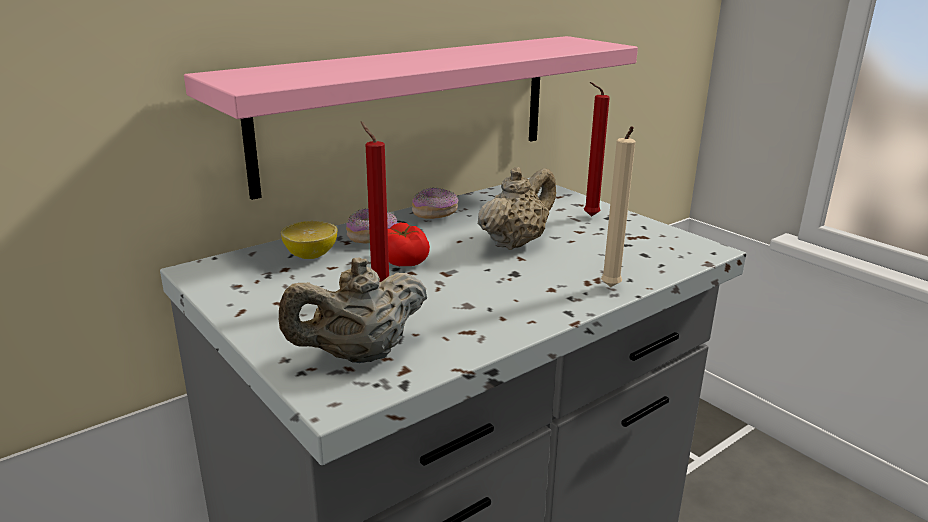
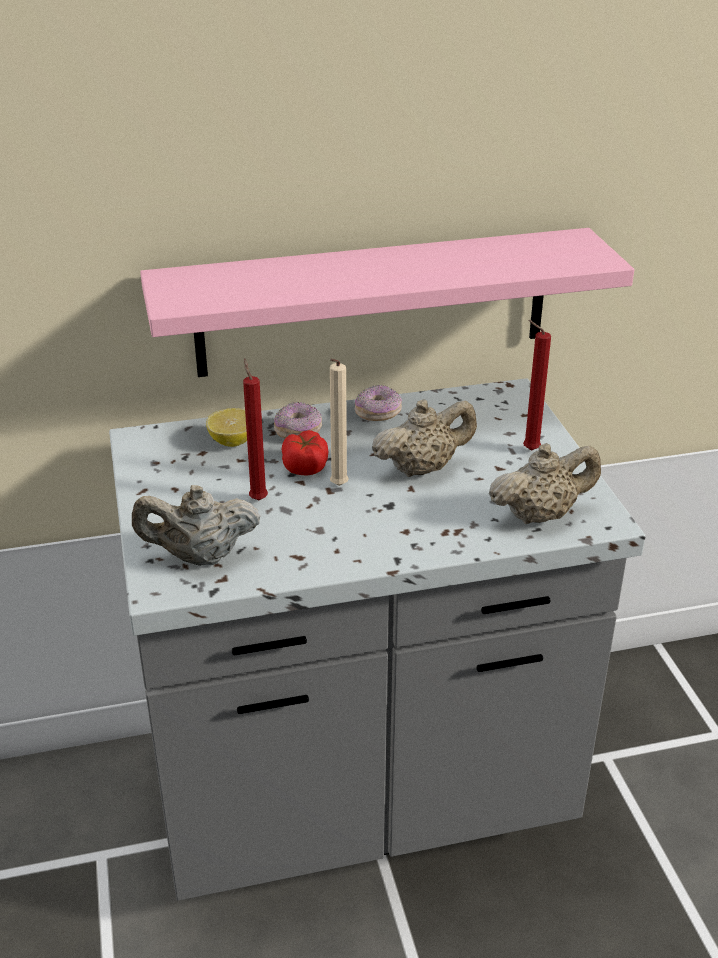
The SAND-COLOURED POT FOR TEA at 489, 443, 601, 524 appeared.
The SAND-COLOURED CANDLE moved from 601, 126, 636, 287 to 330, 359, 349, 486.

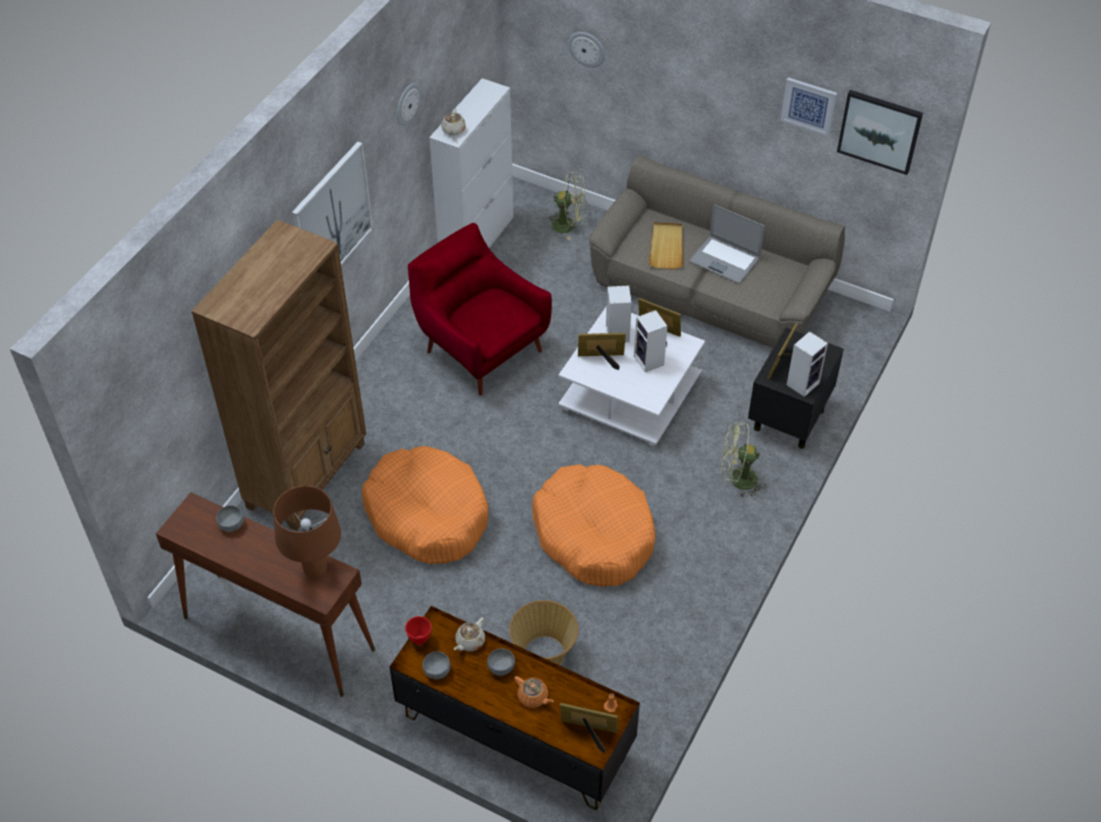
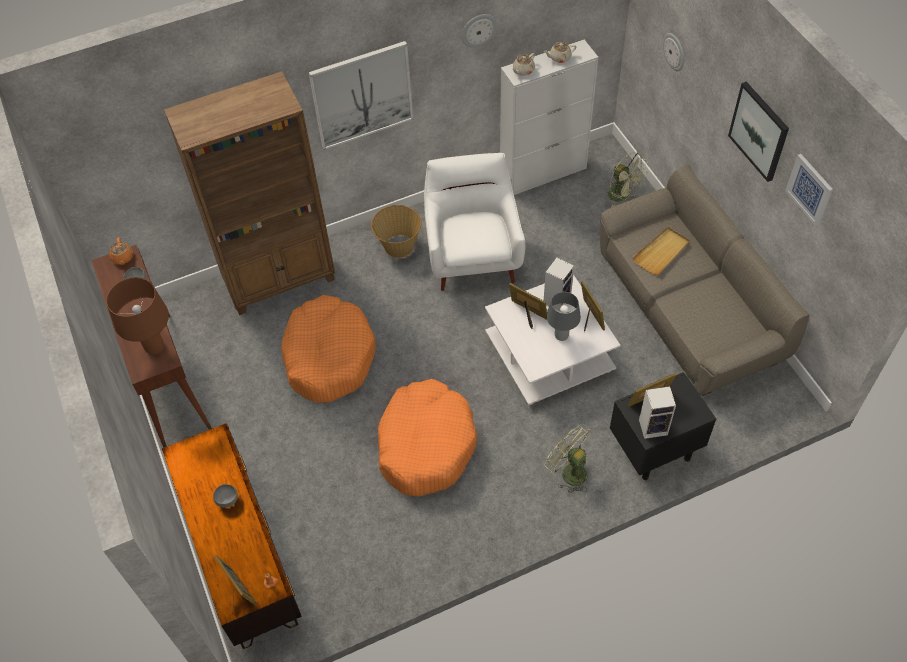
The REDDISH SERVING BOWL at 405, 616, 431, 645 disappeared.
The GREYISH SERVING BOWL at 422, 651, 450, 679 disappeared.
The NOTEBOOK COMPUTER at 690, 205, 765, 283 disappeared.
The SAND-COLOURED POT FOR TEA moved from 454, 617, 485, 651 to 543, 42, 576, 63.
The HOUSEHOLD BASKET moved from 509, 600, 578, 665 to 371, 205, 421, 258.
The ORANGE POT FOR TEA moved from 514, 676, 554, 708 to 109, 237, 133, 265.
The WALL ART moved from 837, 90, 923, 175 to 728, 81, 789, 182.
The AUDIO SPEAKER at 634, 310, 668, 372 was replaced by the GREYISH LAMP FOR A TABLE at 546, 292, 581, 341.
The REDDISH ARMCHAIR at 408, 223, 552, 395 became the WHITE ARMCHAIR at 424, 153, 525, 291.

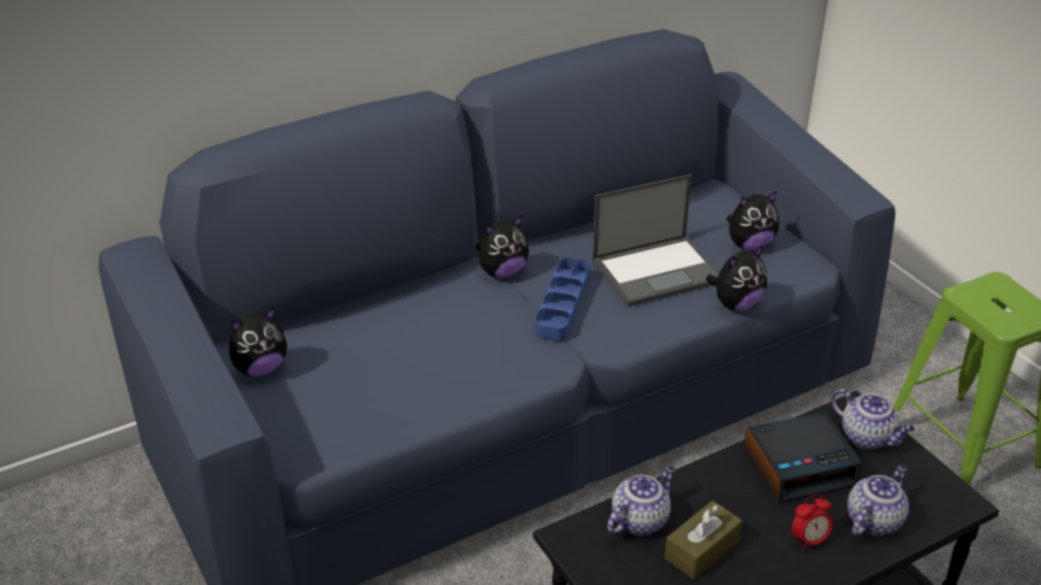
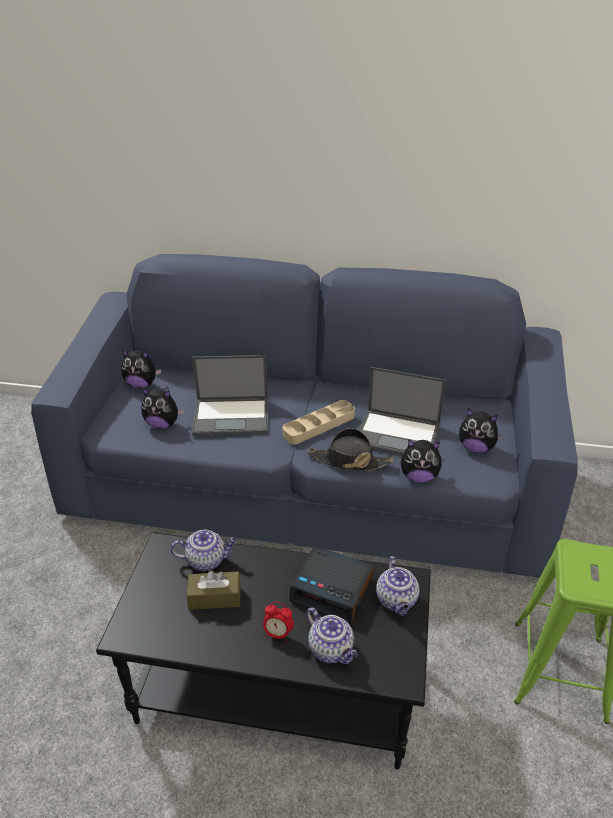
The NOTEBOOK COMPUTER at 192, 355, 268, 435 appeared.
The BLACK-COLOURED CLOTHING HAT at 308, 428, 394, 471 appeared.
The SOFT TOY moved from 475, 215, 529, 278 to 141, 388, 184, 429.
The BLUE TRAY at 535, 257, 590, 341 became the SAND-COLOURED TRAY at 282, 400, 355, 445.
The POT FOR TEA at 847, 465, 909, 536 turned 60 degrees clockwise.

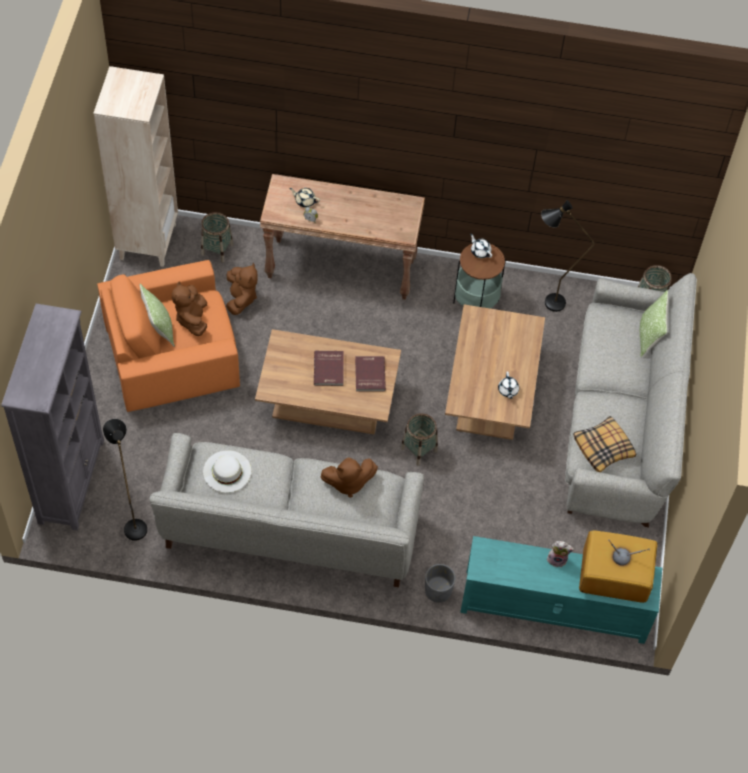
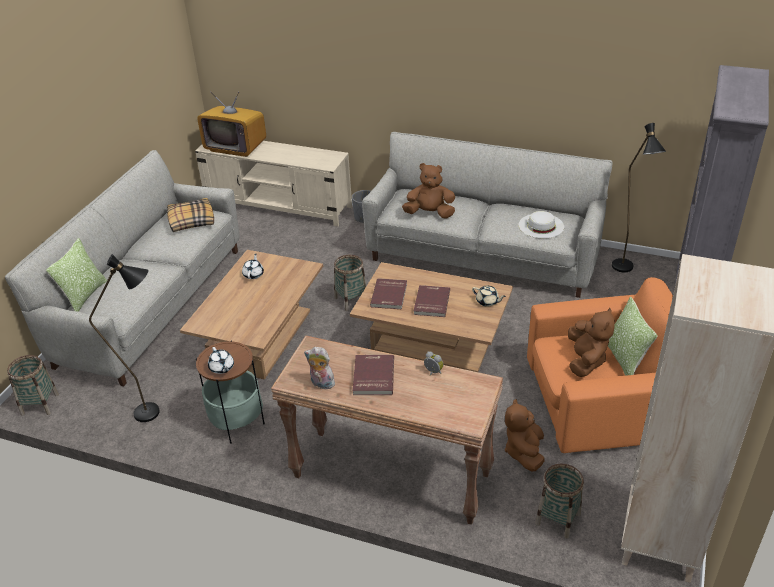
The REDDISH BOUND BOOK at 353, 355, 394, 395 appeared.
The SAND-COLOURED POT FOR TEA moved from 289, 188, 320, 207 to 472, 286, 506, 307.
The SOFT TOY moved from 547, 541, 574, 567 to 304, 347, 335, 389.
The TURQUOISE MEDIA CONSOLE at 460, 536, 662, 644 became the SAND-COLOURED MEDIA CONSOLE at 195, 141, 352, 227.

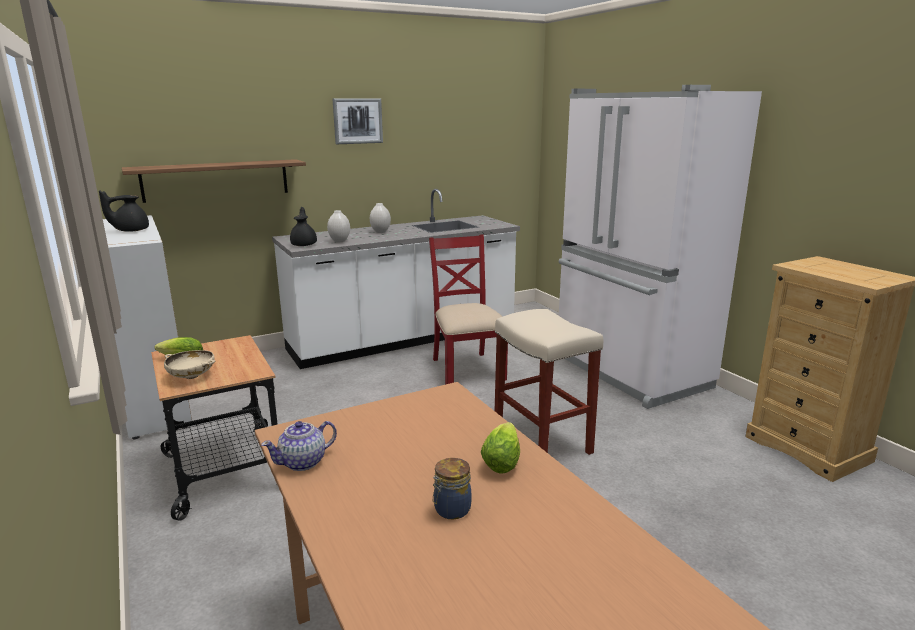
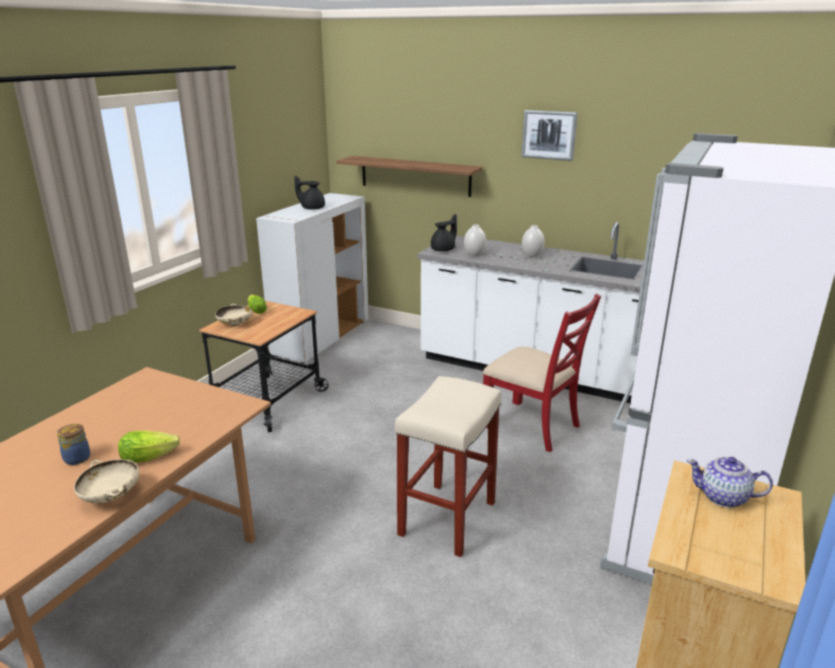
The SAND-COLOURED SERVING BOWL at 74, 459, 139, 503 appeared.
The POT FOR TEA moved from 261, 421, 337, 471 to 687, 457, 773, 508.
The REDDISH CHAIR at 429, 234, 508, 385 turned 90 degrees clockwise.

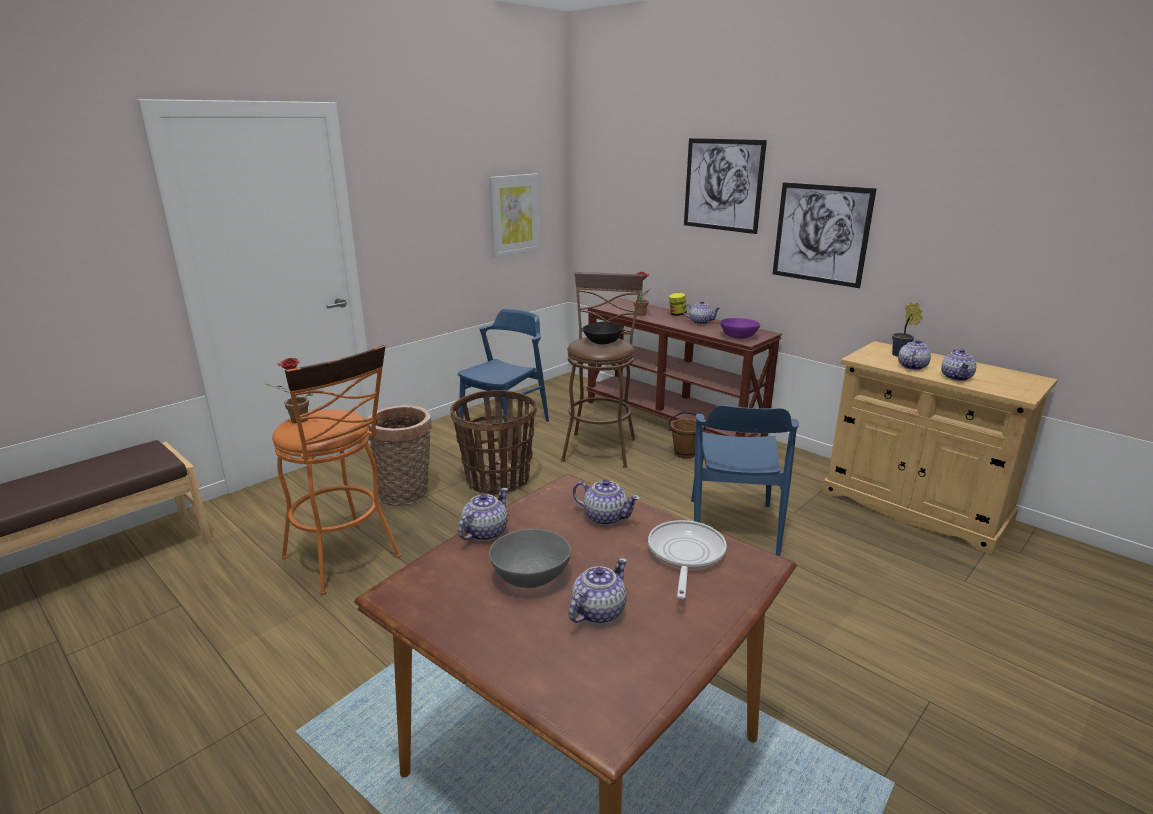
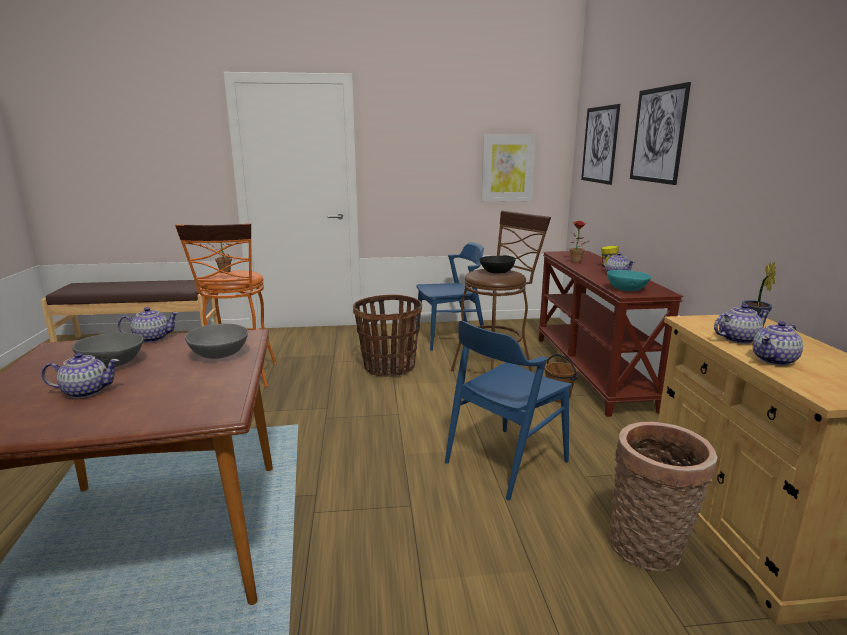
The FRYING PAN at 648, 520, 727, 599 disappeared.
The HOUSEHOLD BASKET moved from 367, 405, 432, 506 to 610, 422, 717, 571.
The WALL ART moved from 773, 182, 876, 288 to 581, 104, 620, 185.
The POT FOR TEA at 573, 480, 640, 525 was replaced by the GREYISH SERVING BOWL at 185, 324, 248, 359.
The PURPLE SERVING BOWL at 720, 318, 760, 339 became the TURQUOISE SERVING BOWL at 607, 270, 651, 291.

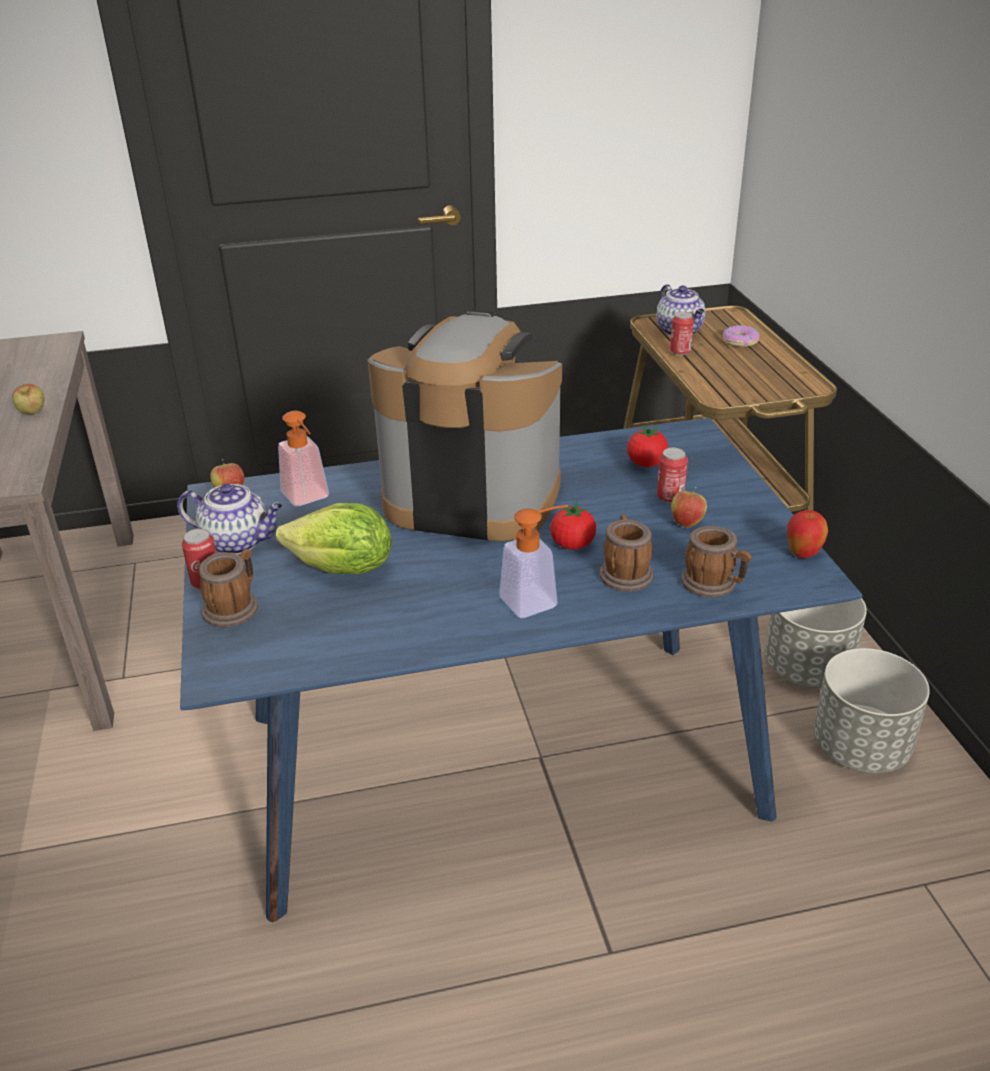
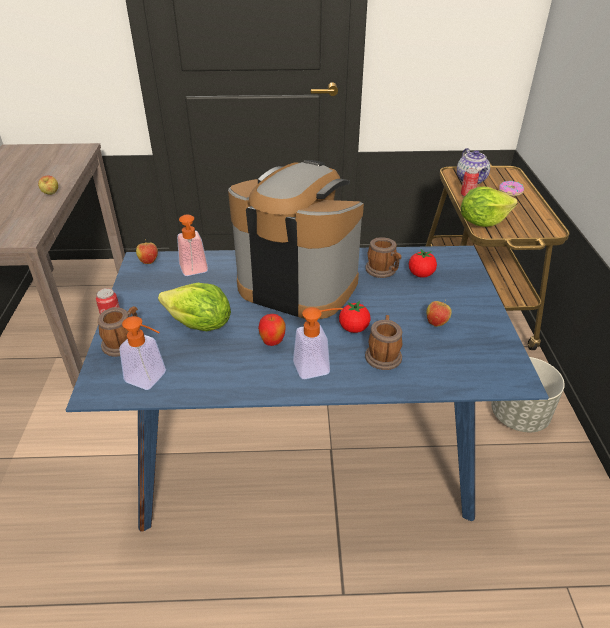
The POT FOR TEA at 177, 483, 283, 554 disappeared.
The CAN at 657, 447, 688, 503 disappeared.
The GREYISH PLANT POT at 813, 648, 930, 773 disappeared.
The SOAP DISPENSER at 119, 316, 166, 390 appeared.
The LETTUCE at 461, 187, 518, 227 appeared.
The COFFEE MUG moved from 681, 526, 751, 598 to 365, 237, 401, 278.
The APPLE moved from 787, 510, 828, 558 to 258, 314, 286, 346.

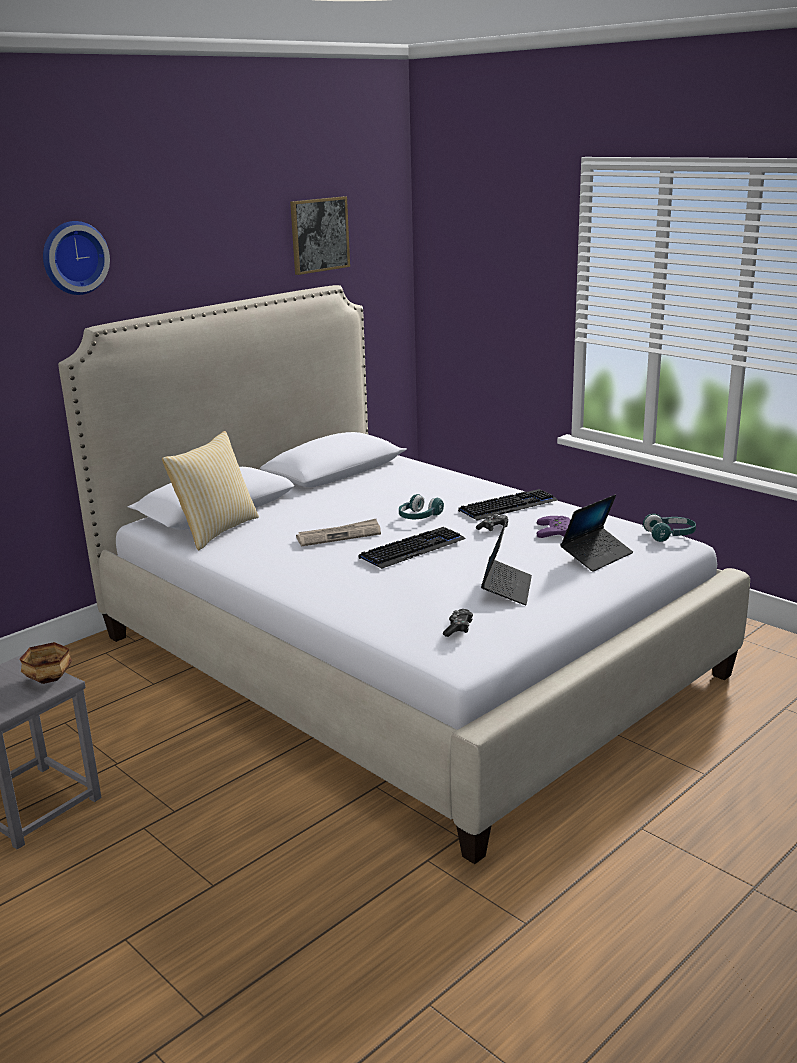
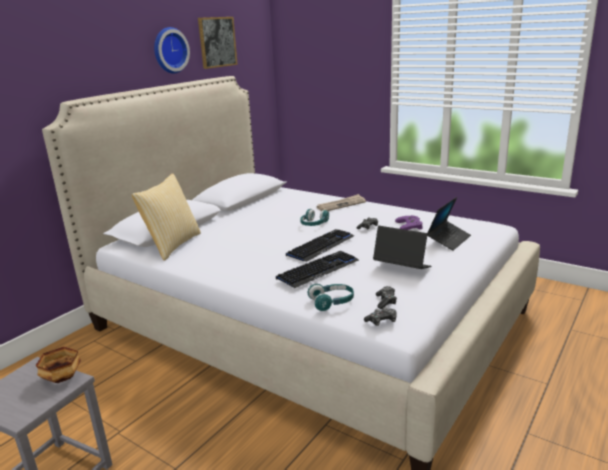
The GAME CONTROLLER at 364, 307, 397, 326 appeared.
The CLOCK ON THE WALL moved from 43, 221, 110, 295 to 154, 27, 190, 74.
The DAILY PAPER moved from 296, 519, 381, 546 to 317, 194, 366, 211.
The COMPUTER KEYBOARD moved from 458, 489, 558, 521 to 276, 251, 359, 288.
The TURQUOISE HEADPHONES moved from 643, 514, 696, 542 to 308, 284, 354, 311.
The NOTEBOOK COMPUTER at 481, 521, 532, 605 turned 60 degrees counterclockwise.

